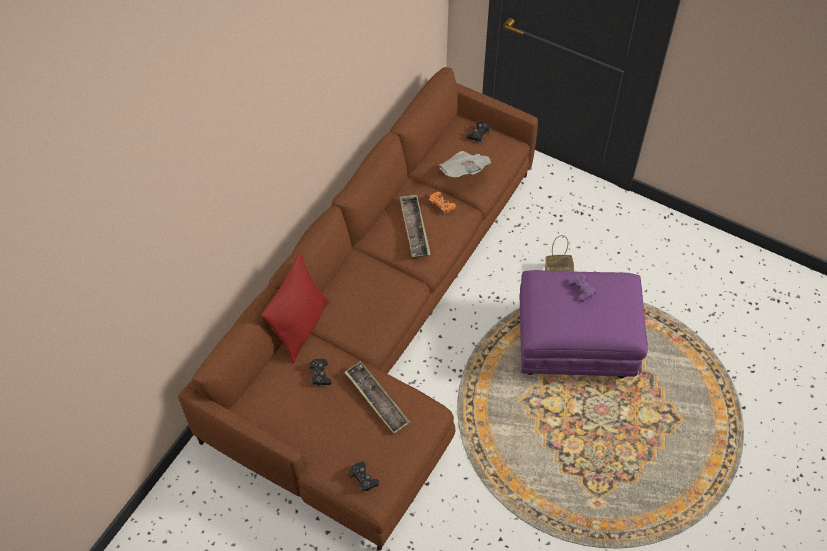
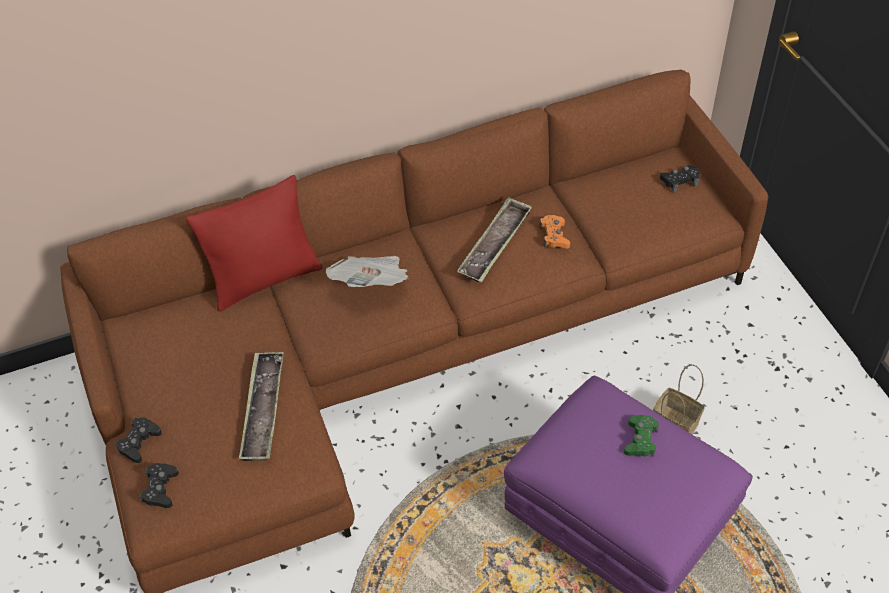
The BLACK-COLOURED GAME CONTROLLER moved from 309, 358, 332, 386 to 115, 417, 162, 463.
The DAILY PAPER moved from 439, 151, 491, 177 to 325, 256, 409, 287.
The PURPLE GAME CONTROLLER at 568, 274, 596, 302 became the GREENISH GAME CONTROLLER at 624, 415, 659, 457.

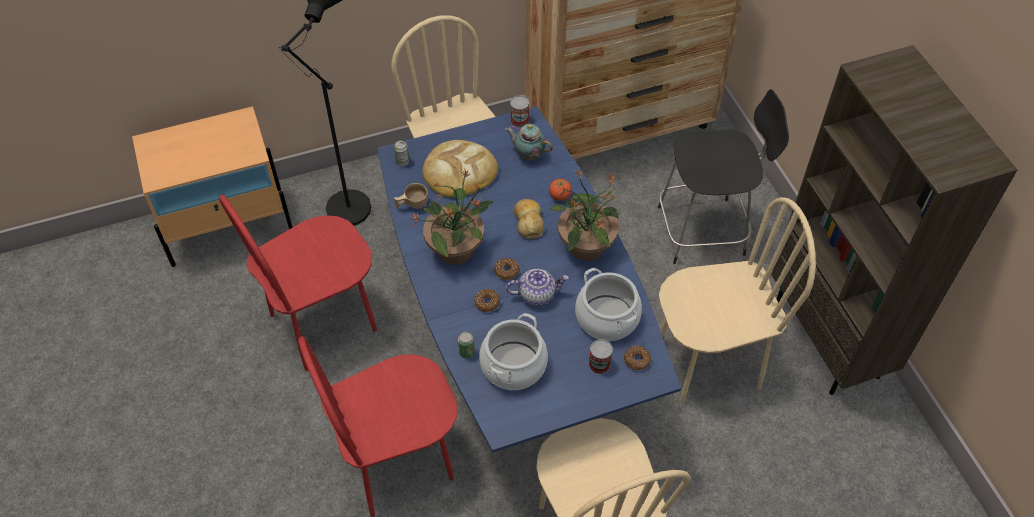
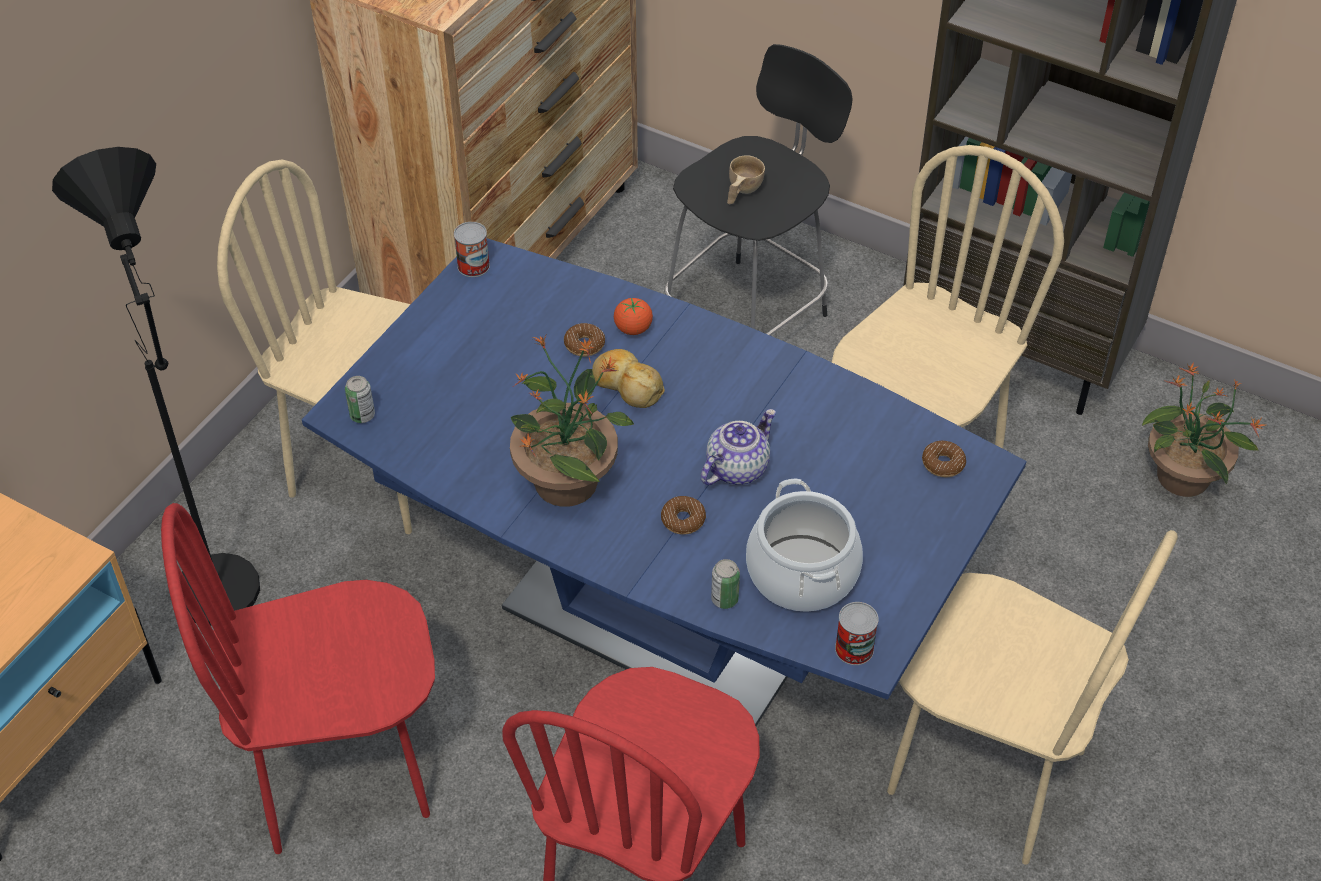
The BREAD at 423, 140, 498, 197 disappeared.
The POT FOR TEA at 505, 124, 553, 160 disappeared.
The COOKING POT at 575, 268, 642, 341 disappeared.
The SAND-COLOURED CUP moved from 394, 183, 428, 209 to 727, 155, 765, 204.
The RING DOUGHNUT moved from 494, 258, 520, 280 to 564, 323, 605, 357.
The POTTED PLANT moved from 549, 170, 619, 261 to 1142, 363, 1265, 497.
The CAN moved from 589, 339, 613, 374 to 835, 602, 879, 665.
The REDDISH CHAIR at 219, 195, 377, 371 turned 60 degrees clockwise.

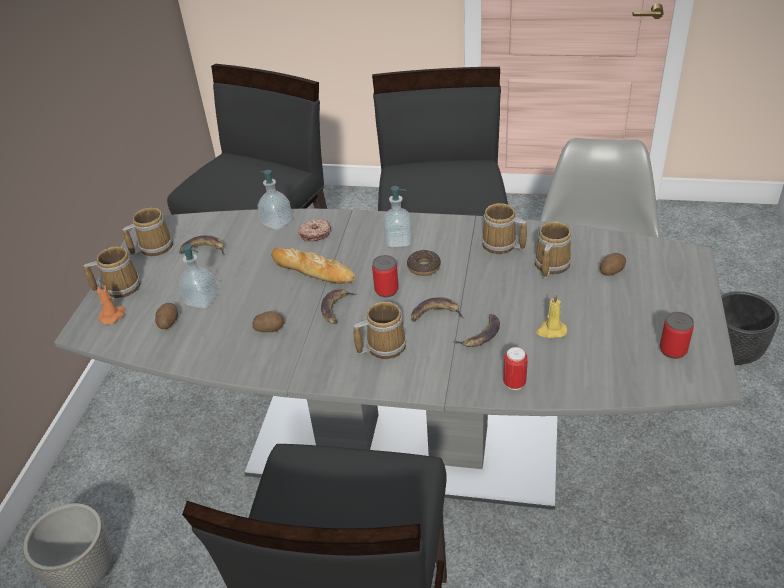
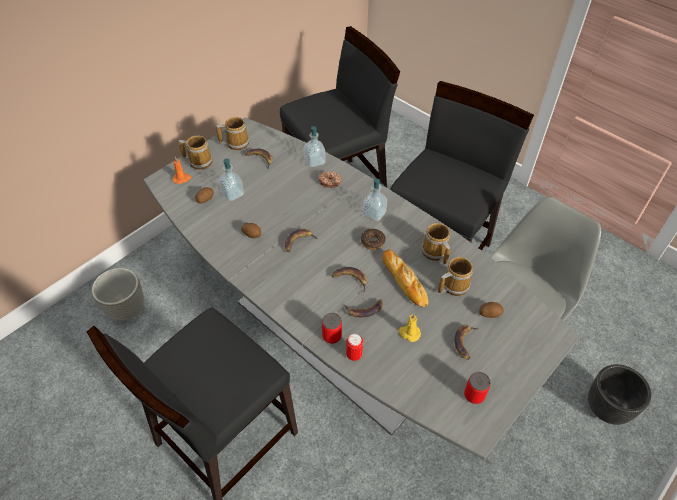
The COFFEE MUG at 354, 301, 406, 359 disappeared.
The BANANA FRUIT at 454, 325, 479, 360 appeared.
The BREAD moved from 271, 247, 356, 284 to 383, 249, 429, 307.
The CAN moved from 372, 255, 399, 297 to 322, 313, 342, 344.

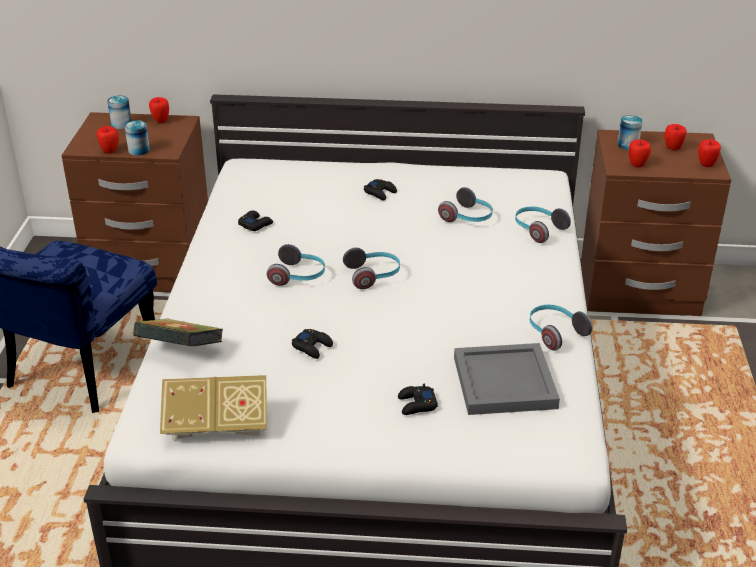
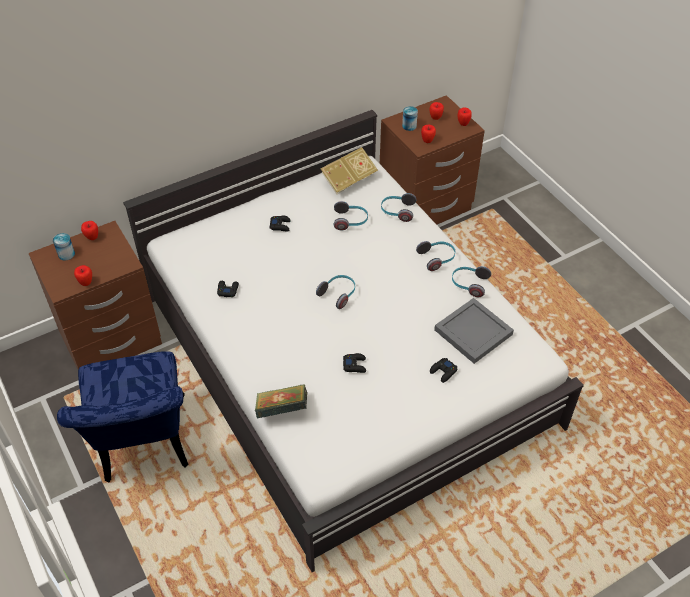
The CAN at 125, 120, 150, 156 disappeared.
The BOUND BOOK moved from 160, 375, 267, 440 to 321, 147, 378, 195.
The HEADPHONES moved from 266, 244, 325, 286 to 416, 241, 455, 271.

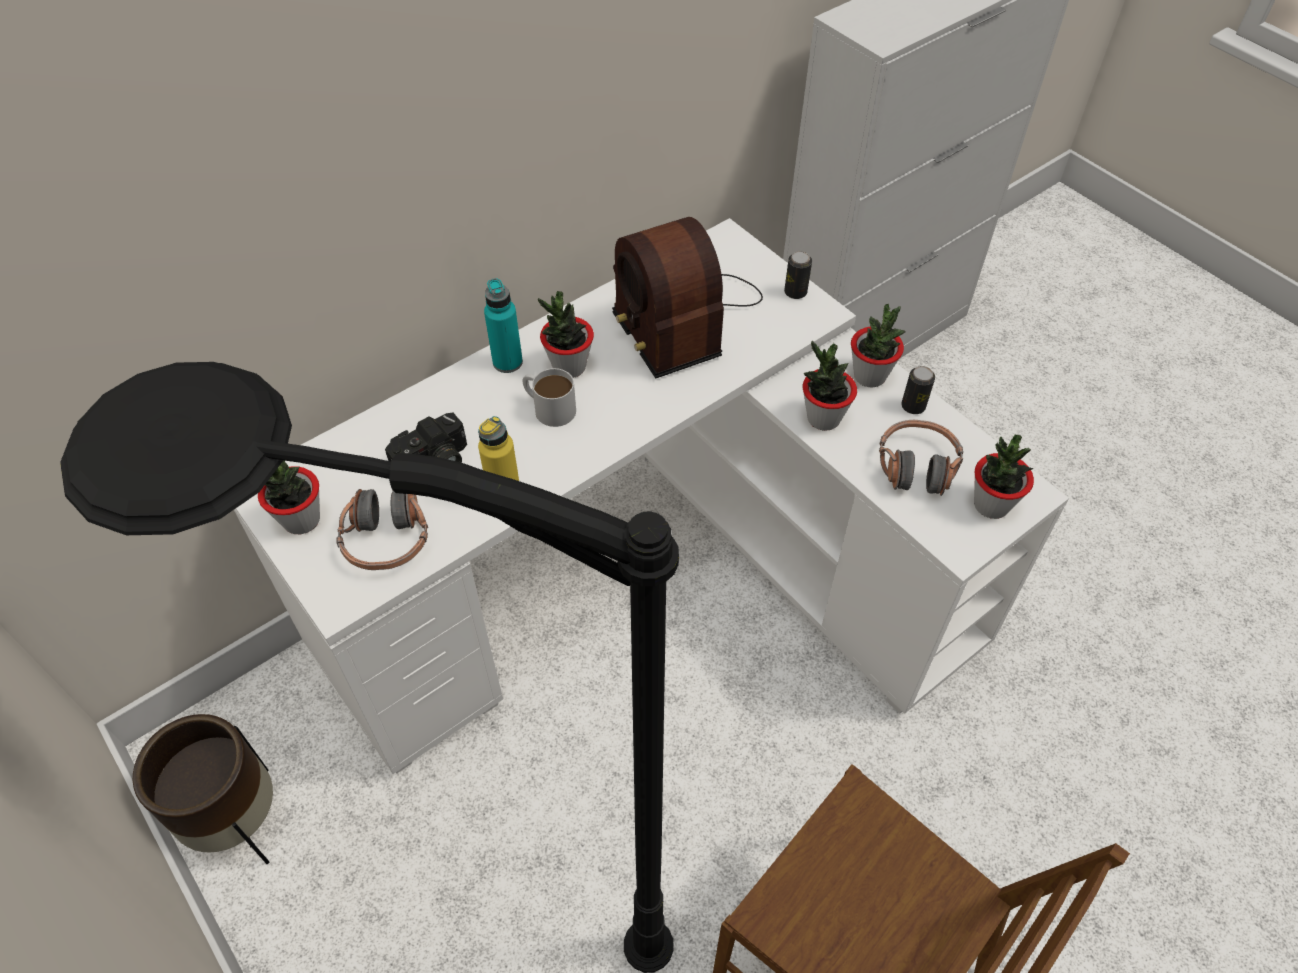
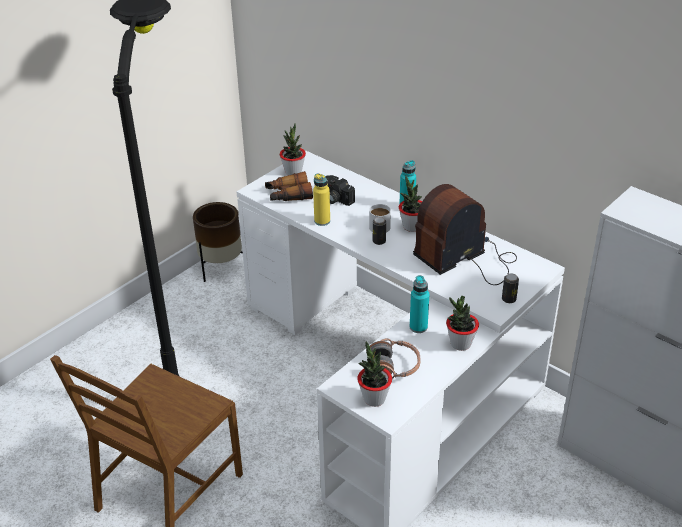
The CAN moved from 901, 366, 935, 414 to 373, 217, 386, 245.
The HEADPHONES at 336, 489, 428, 570 was replaced by the FIELD GLASSES at 265, 171, 313, 201.
The POTTED PLANT at 803, 341, 857, 431 was replaced by the TURQUOISE BEVERAGE BOTTLE at 410, 275, 429, 333.

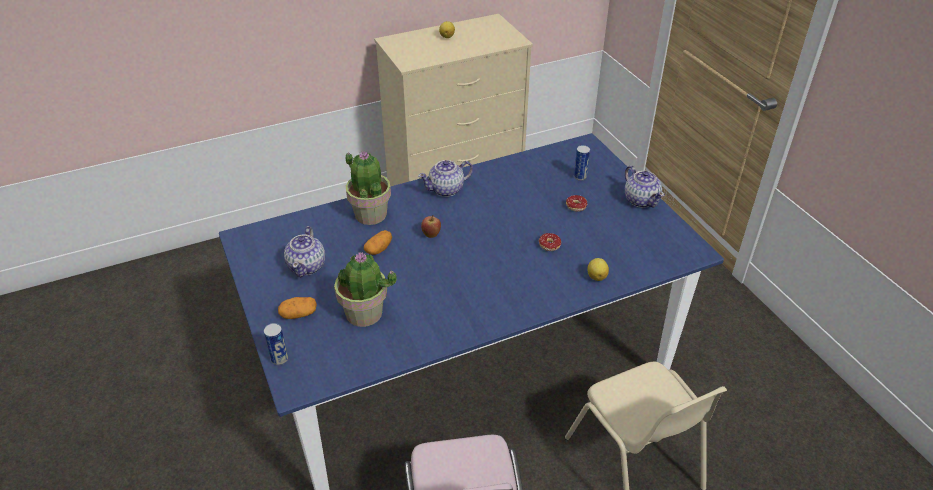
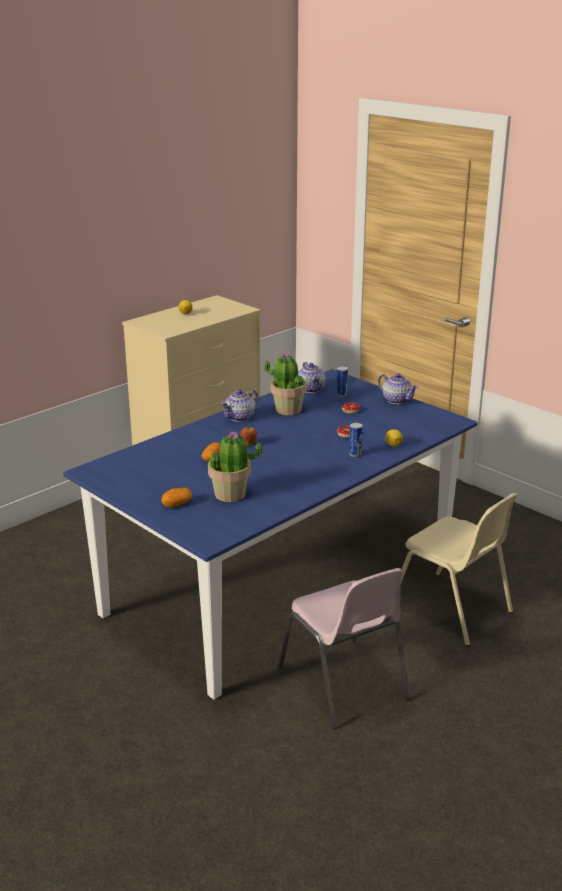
The CAN moved from 264, 323, 288, 365 to 349, 423, 363, 457.
The POT FOR TEA moved from 284, 226, 325, 277 to 298, 362, 326, 393.
The POTTED PLANT moved from 345, 150, 391, 225 to 264, 353, 307, 415.

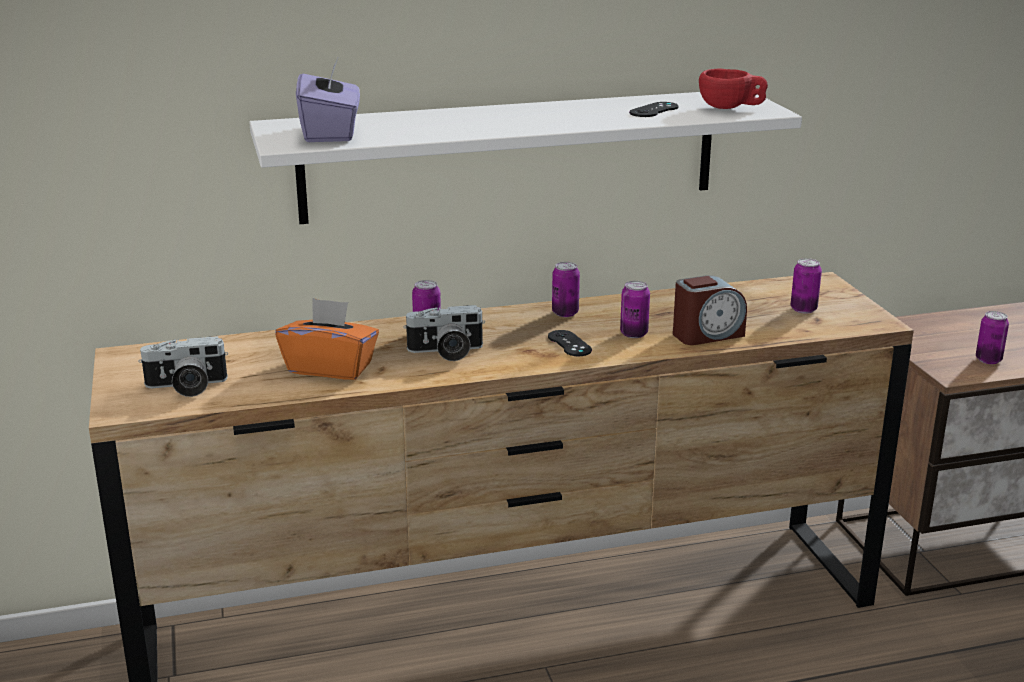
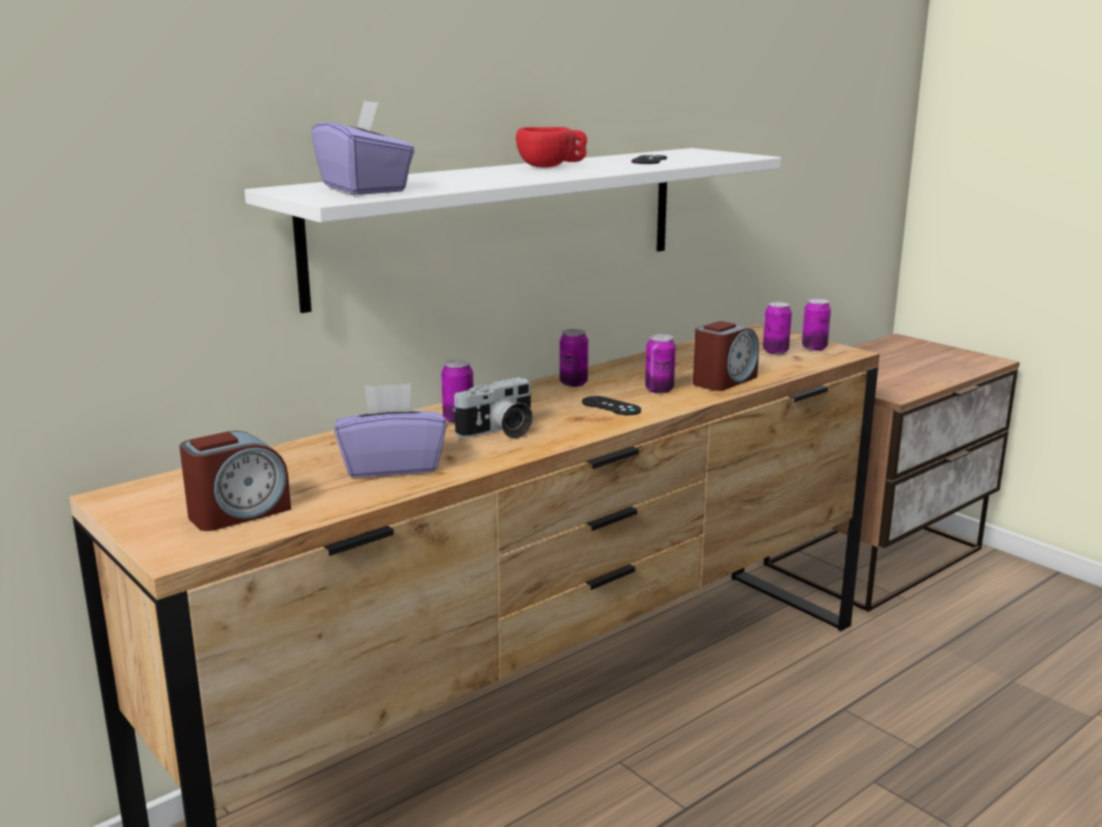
The REDDISH CUP moved from 699, 68, 768, 109 to 516, 127, 587, 168.
The CAN moved from 976, 311, 1009, 364 to 802, 299, 831, 351.
The PHOTO CAMERA at 138, 336, 228, 397 was replaced by the BEDSIDE CLOCK at 179, 431, 291, 531.
The ORANGE TISSUE HOLDER at 275, 298, 379, 380 became the PURPLE TISSUE HOLDER at 335, 383, 447, 478.

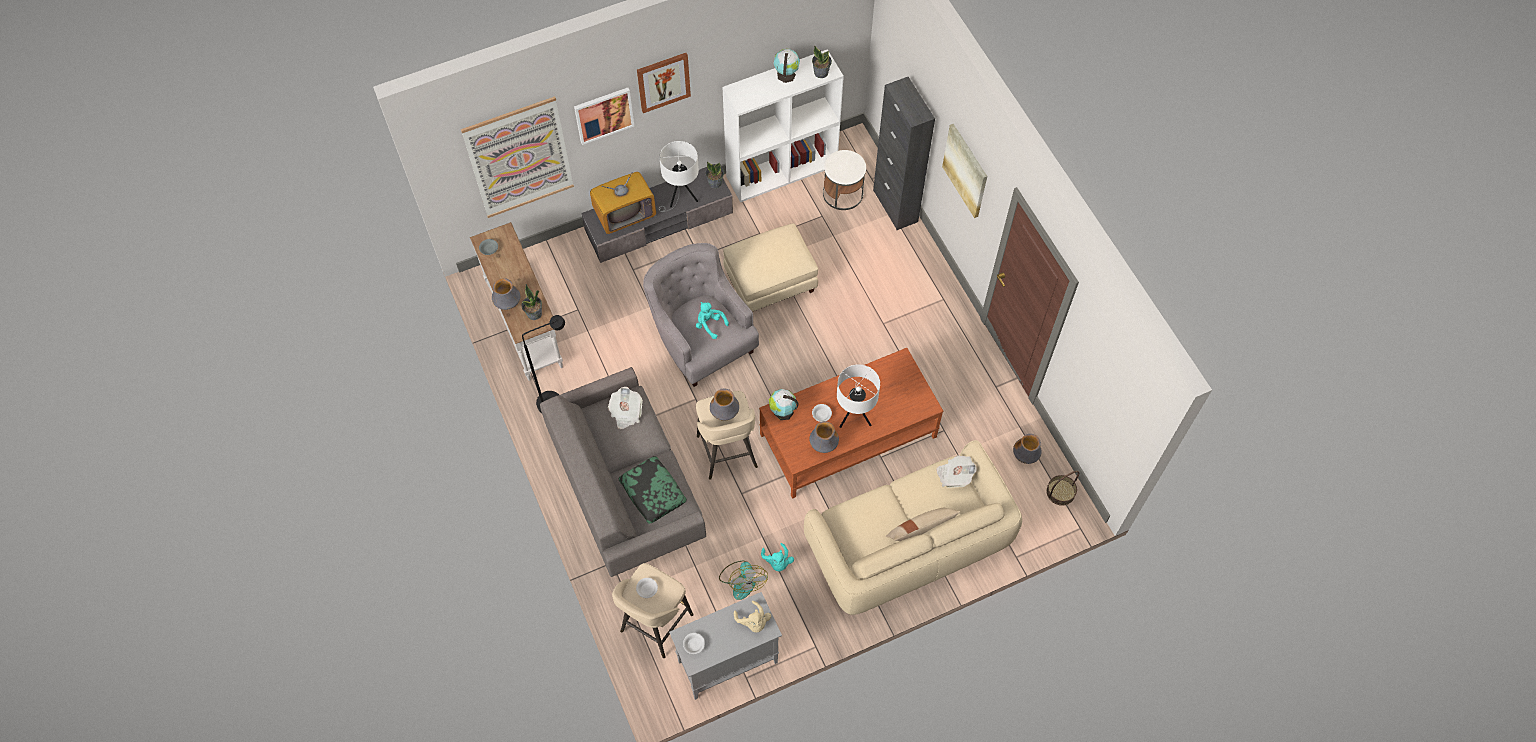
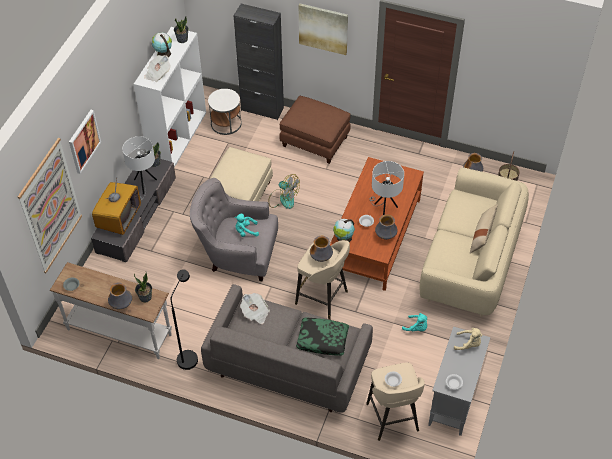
The WALL ART at 637, 53, 691, 113 disappeared.
The BROWN-COLOURED FOOTREST at 279, 96, 351, 164 appeared.
The FAN moved from 719, 561, 768, 600 to 268, 174, 300, 209.
The DAILY PAPER moved from 936, 455, 977, 488 to 144, 55, 171, 82.

